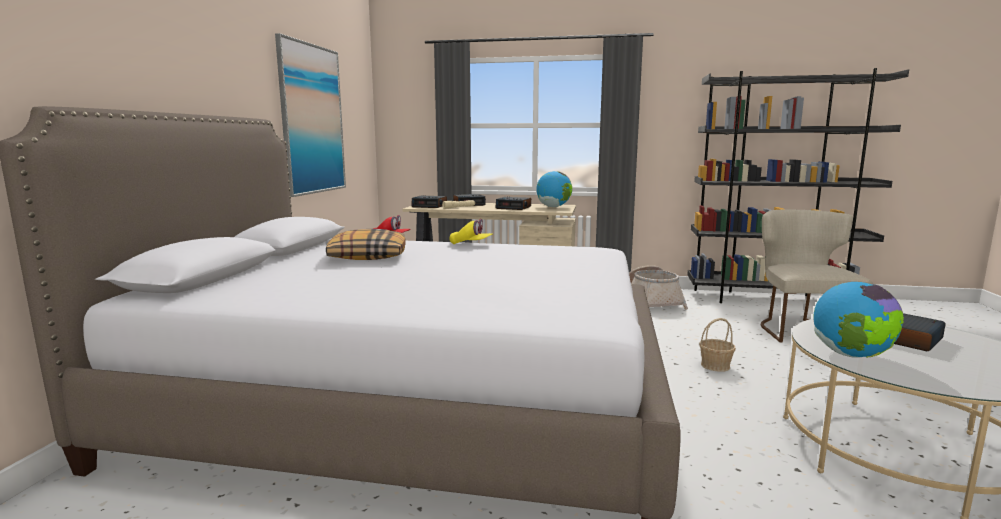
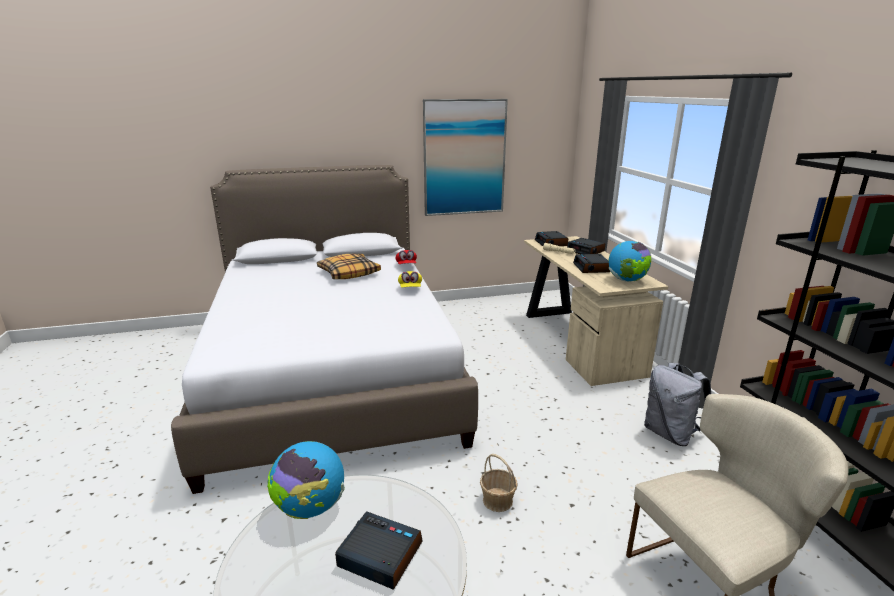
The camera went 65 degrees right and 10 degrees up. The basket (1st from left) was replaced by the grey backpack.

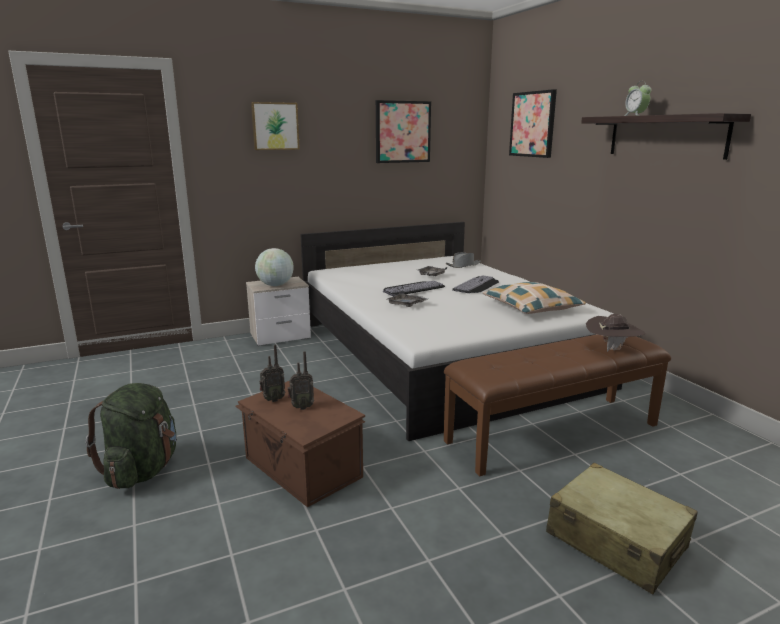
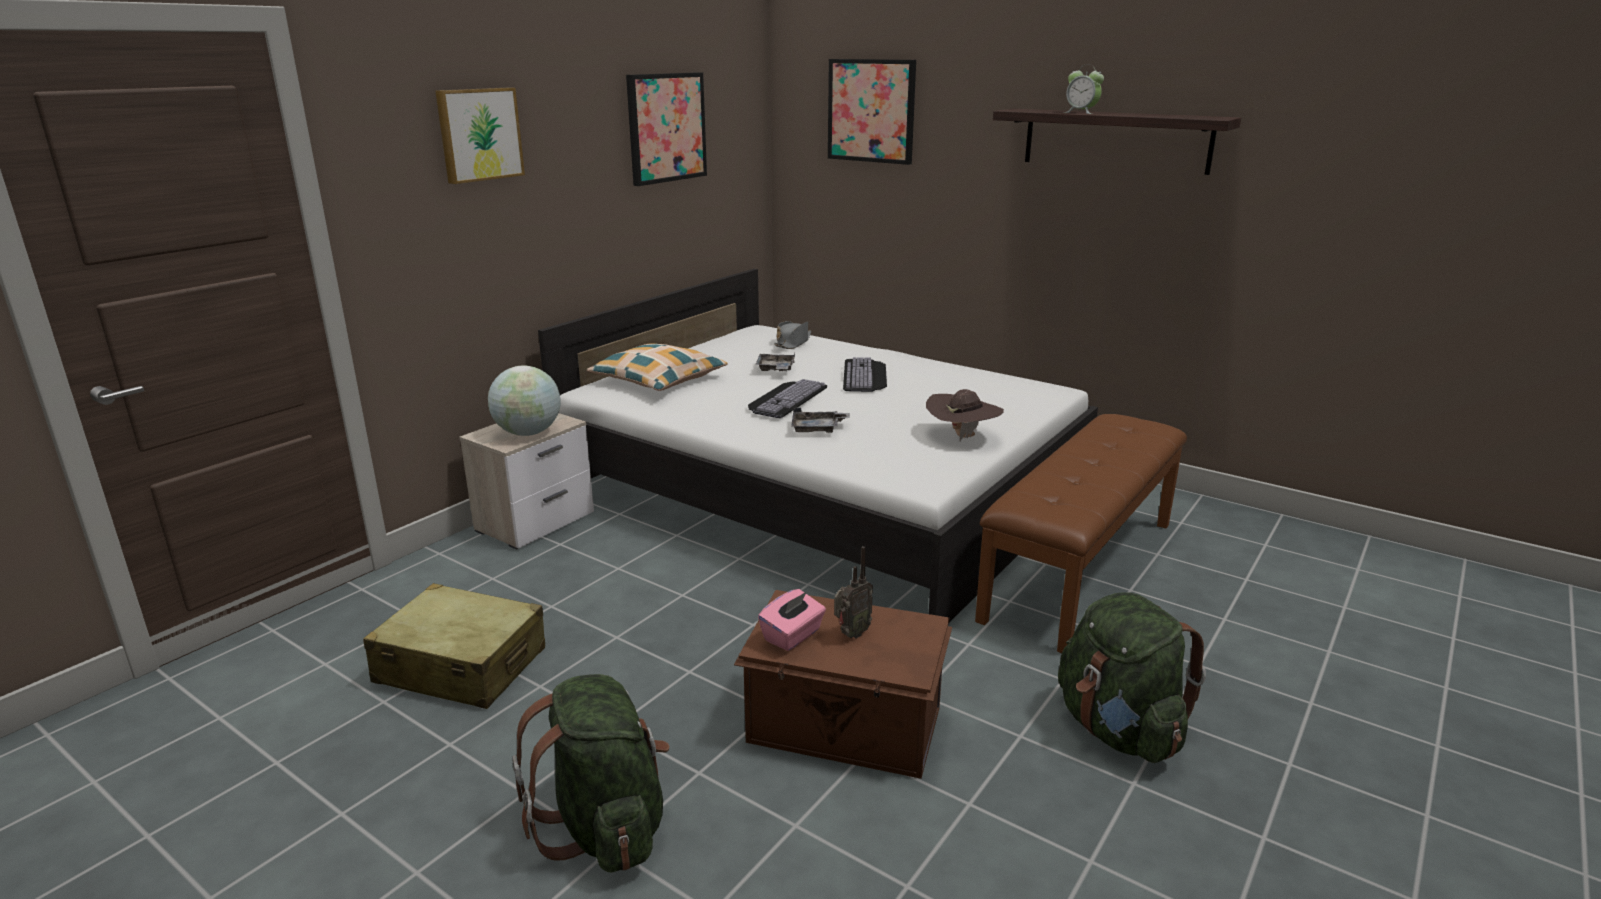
The camera went 30 degrees left and 5 degrees up. The pillow moved. The brown hat moved. The radio (1st from left) was replaced by the pink tissue box. The beige suitcase moved. The green backpack (2nd from left) appeared.

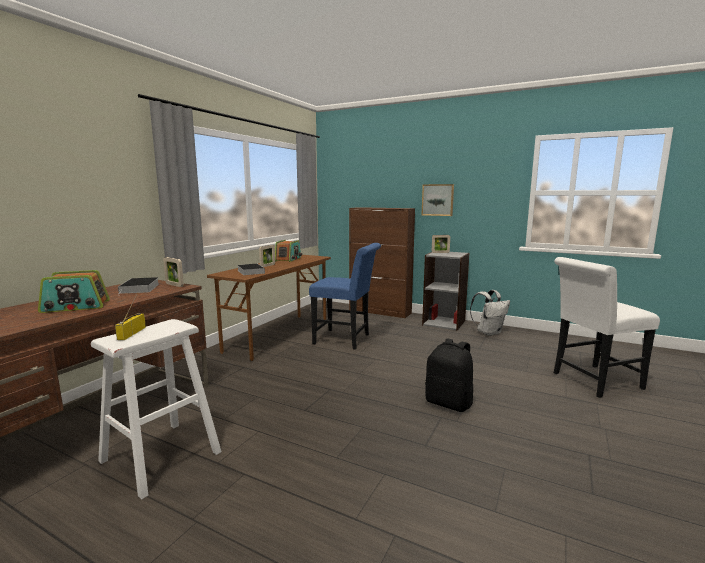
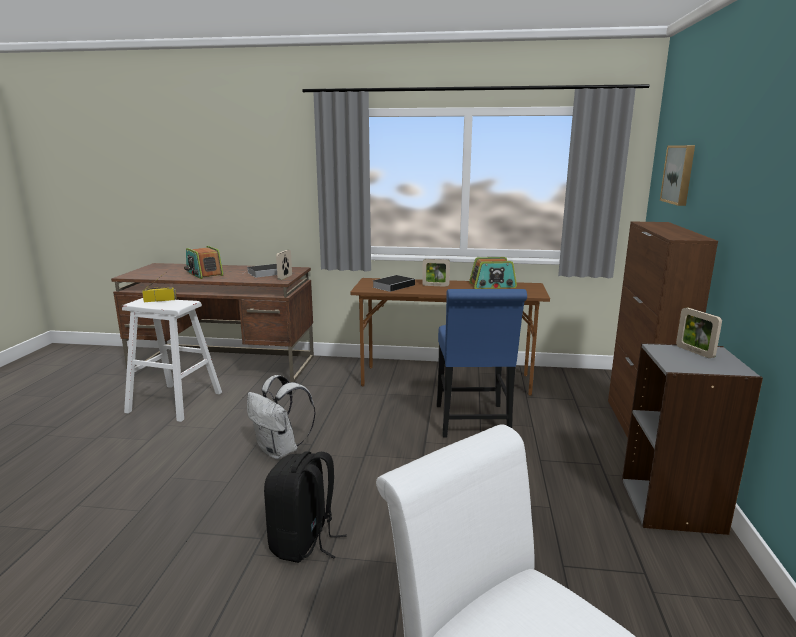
The camera went 70 degrees right and 5 degrees up. The picture moved. The white backpack moved.

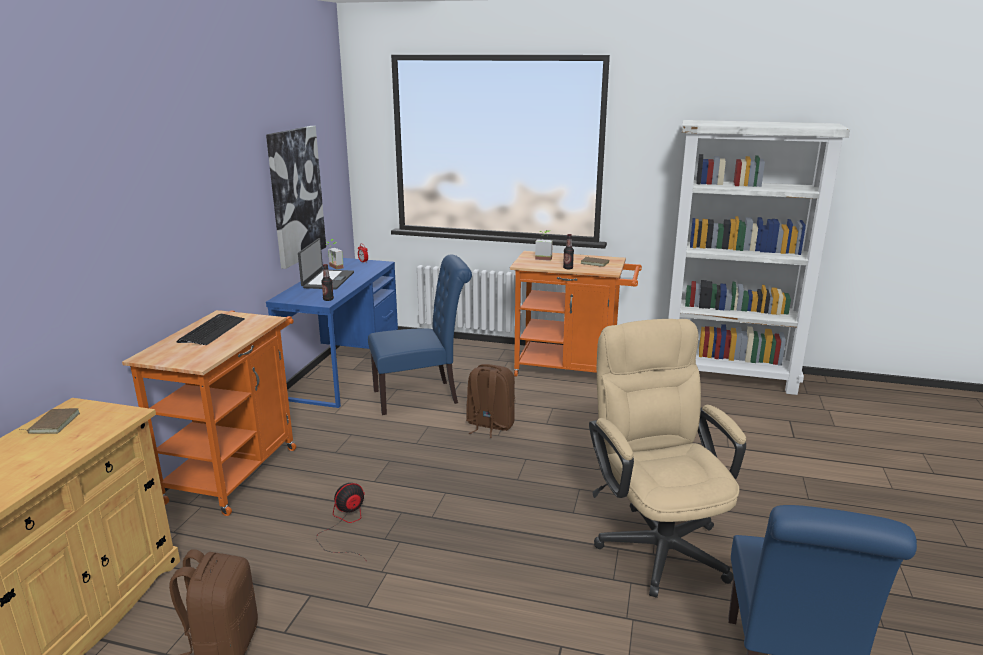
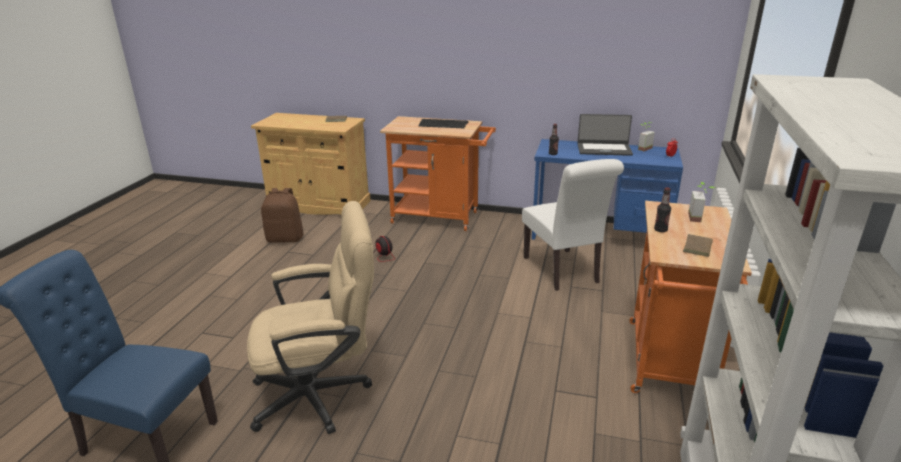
The camera went 90 degrees right and 5 degrees up. The picture disappeared. The blue chair (1st from left) became the white chair. The brown backpack (2nd from left) disappeared.

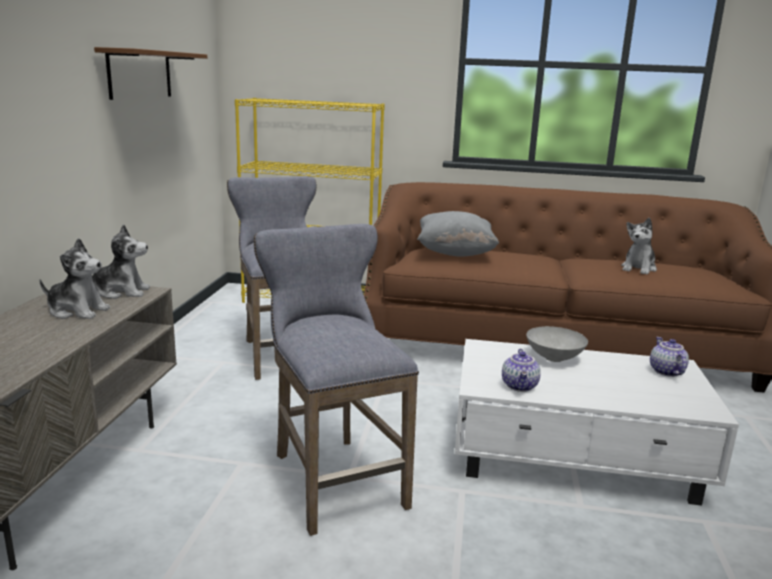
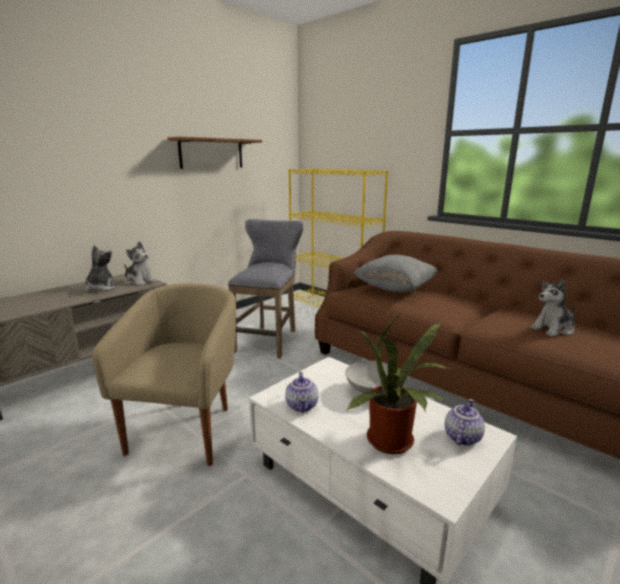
The camera went 35 degrees right and 0 degrees up. The grey stool (2nd from left) was replaced by the beige armchair. The plush toy (1st from left) turned 135 degrees counterclockwise. The teapot (1st from left) turned 45 degrees counterclockwise. The potted plant appeared.

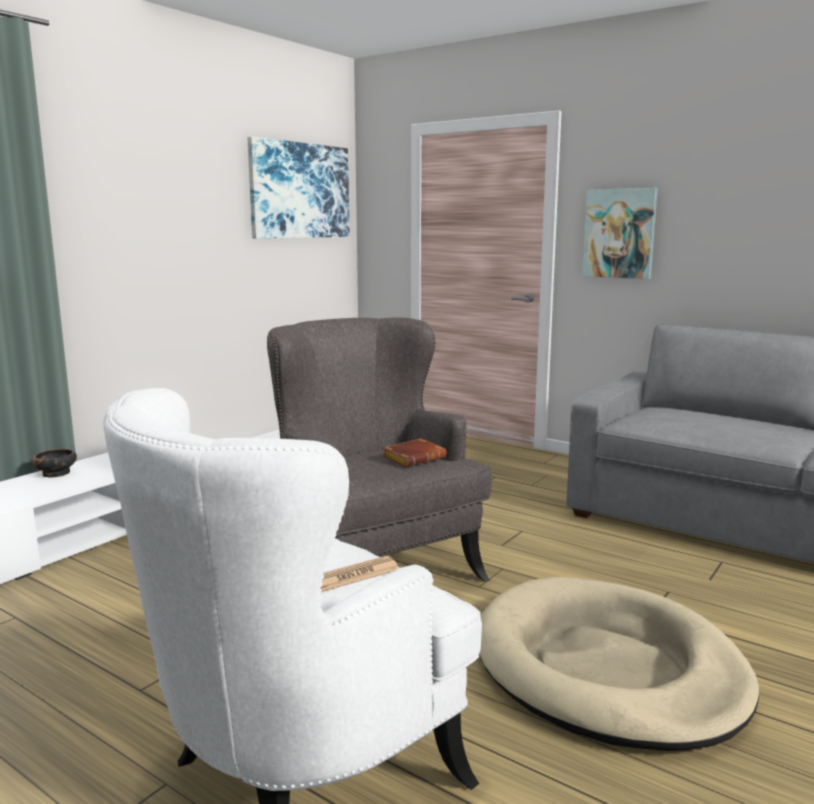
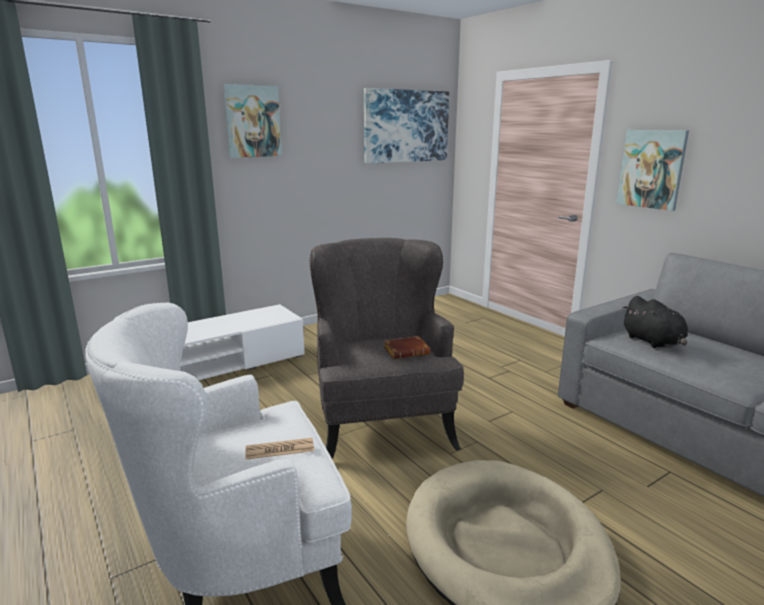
The camera went 20 degrees right and 5 degrees up. The bowl disappeared. The picture (1st from left) appeared. The black plush toy appeared.

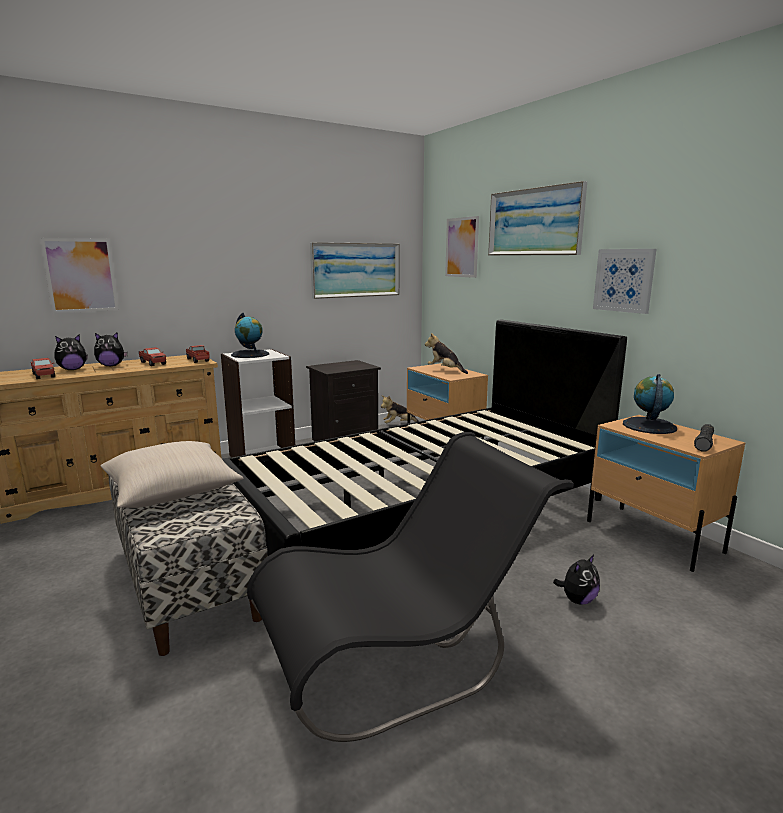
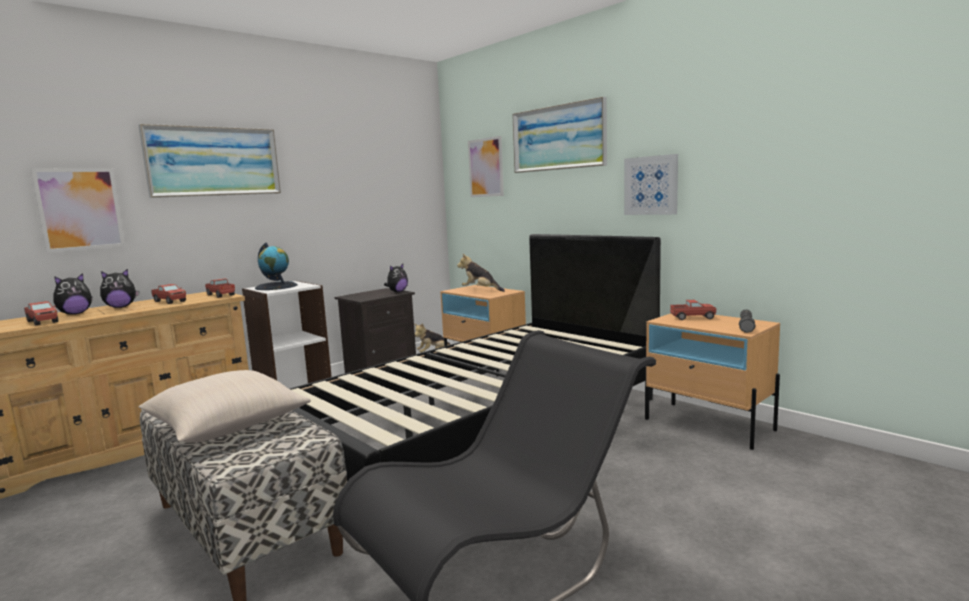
The camera went 10 degrees left and 5 degrees down. The picture (2nd from left) moved. The globe (2nd from left) was replaced by the toy truck (4th from left). The plush toy (5th from left in the first image) moved.

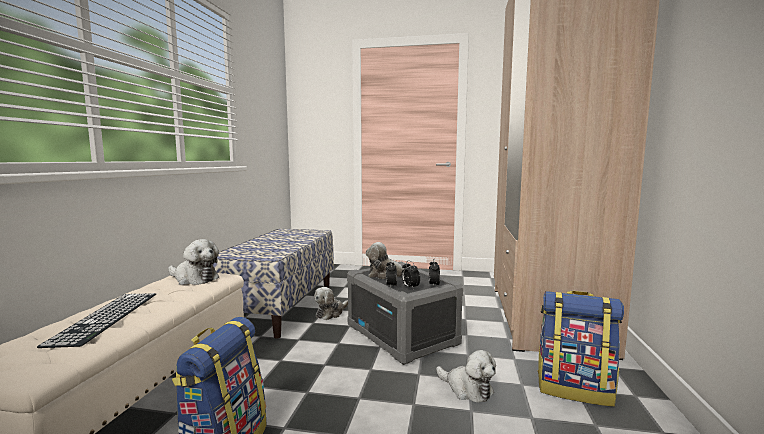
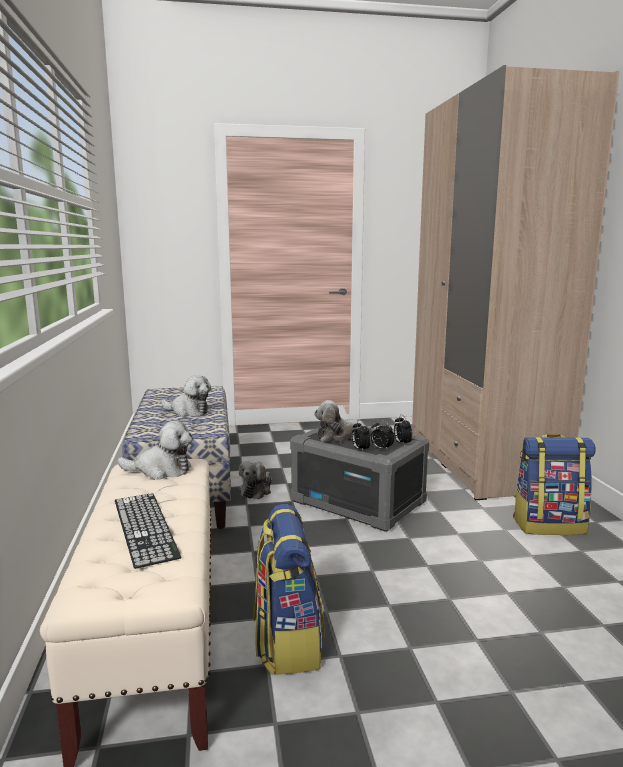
The camera went 20 degrees left and 5 degrees up. The plush toy (4th from left in the first image) moved.

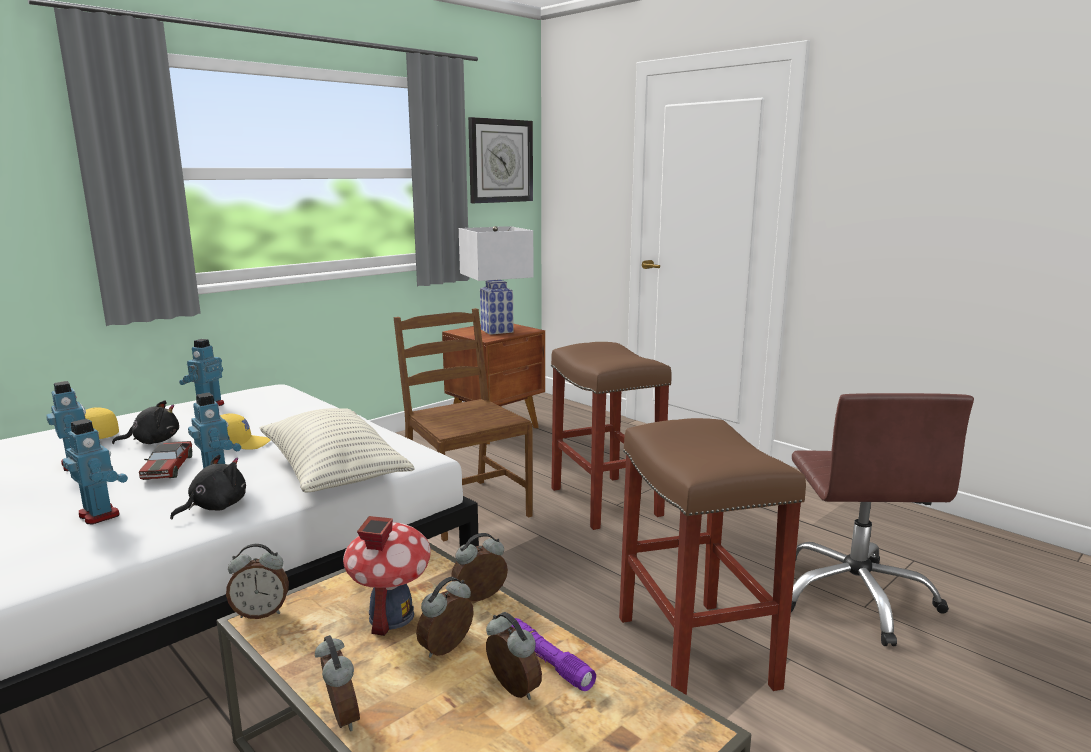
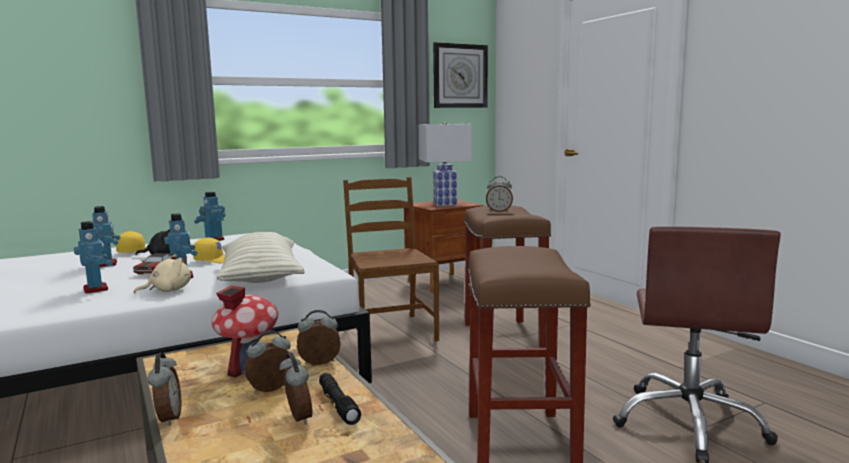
The camera went 15 degrees right and 5 degrees down. The black plush toy (2nd from left) became the beige plush toy. The alarm clock (1st from left in the first image) moved. The purple flashlight became the black flashlight.

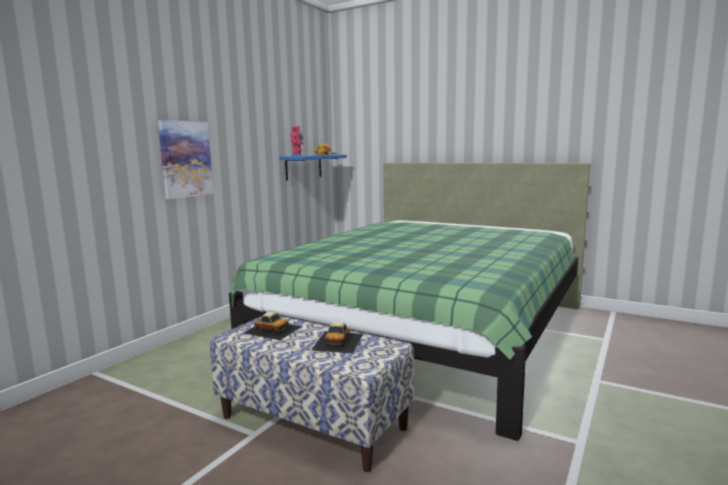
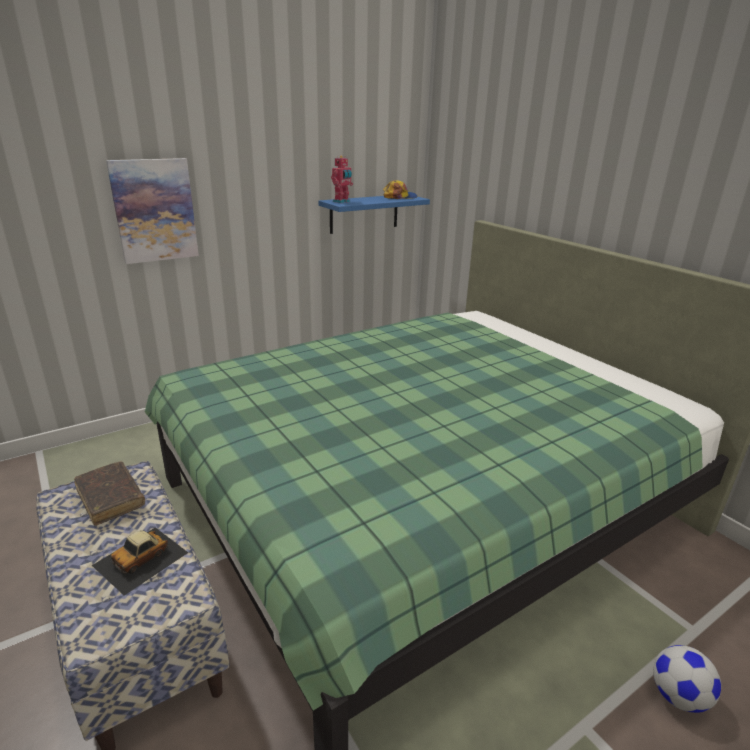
The camera went 25 degrees right and 15 degrees up. The toy car (1st from left) was replaced by the brown book. The football appeared.

